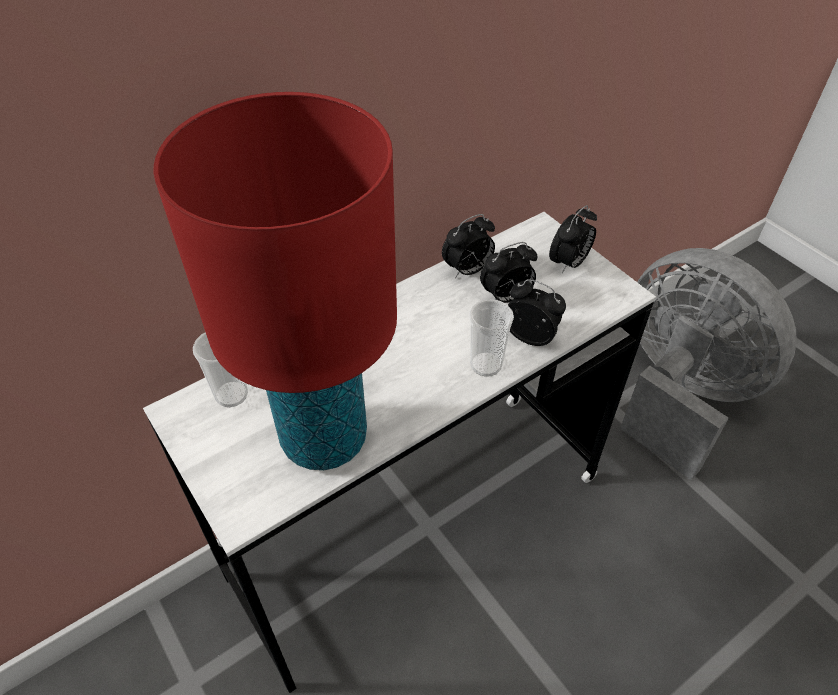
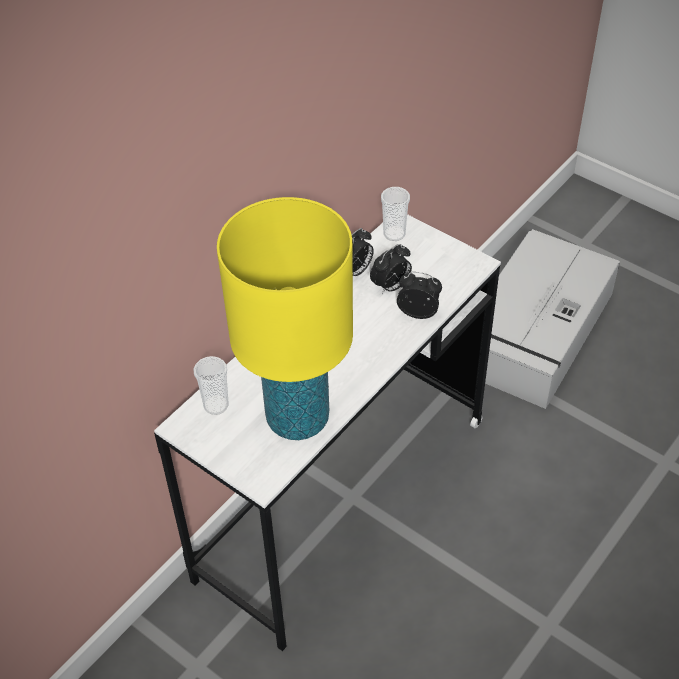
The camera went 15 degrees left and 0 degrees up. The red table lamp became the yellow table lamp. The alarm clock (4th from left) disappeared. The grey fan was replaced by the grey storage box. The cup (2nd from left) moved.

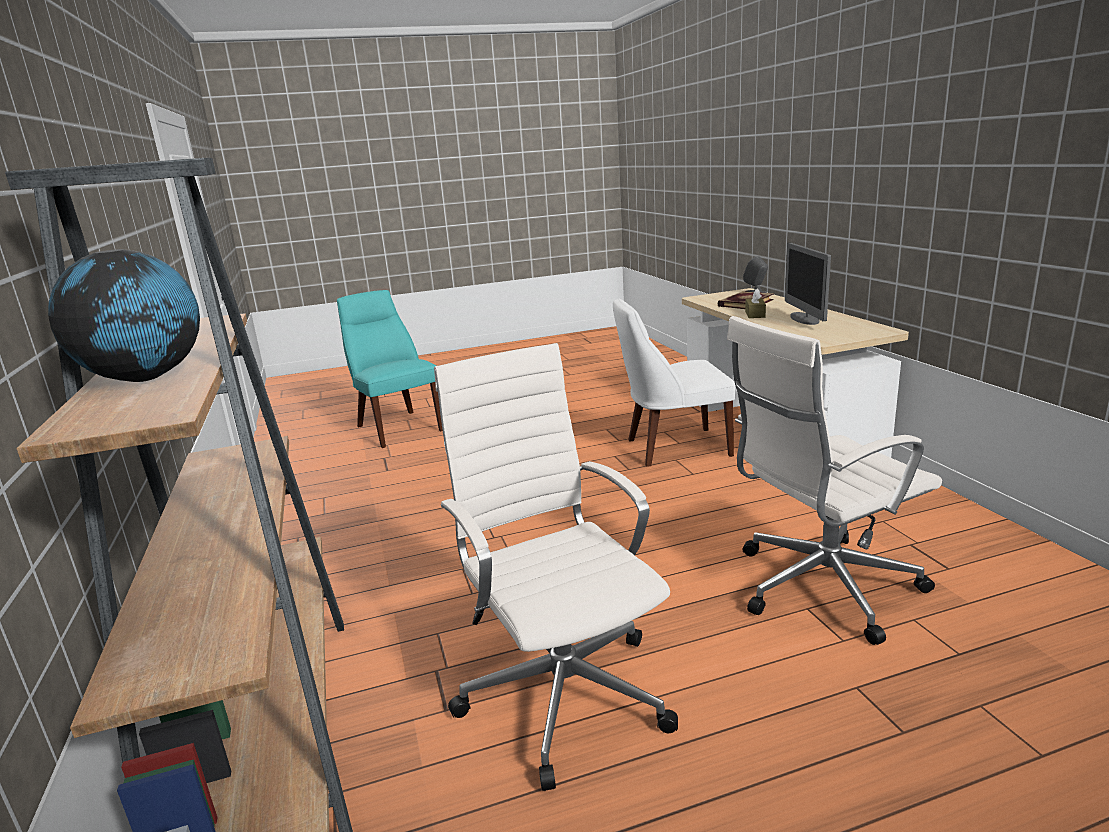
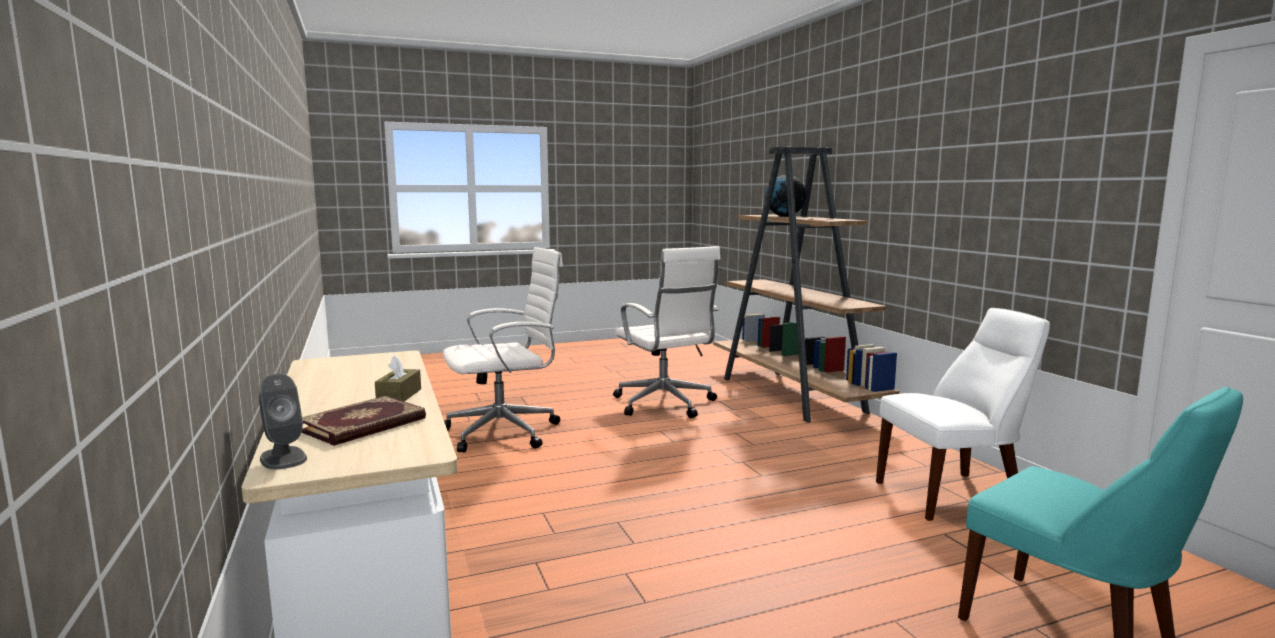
The camera went 175 degrees right and 10 degrees down. The monitor disappeared. The white chair moved.

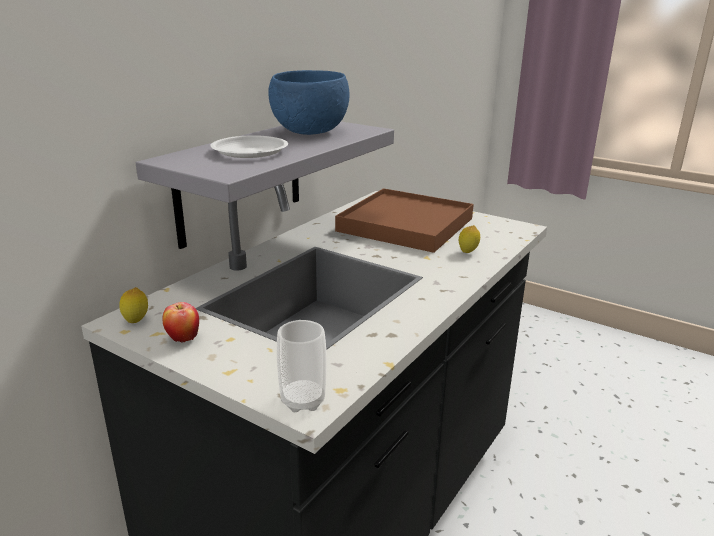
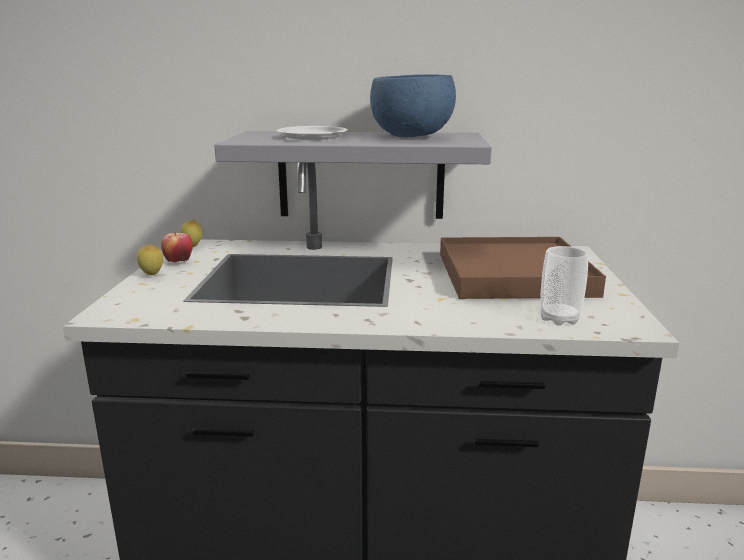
The camera went 60 degrees right and 5 degrees down. The lemon (2nd from left in the first image) moved. The cup moved.

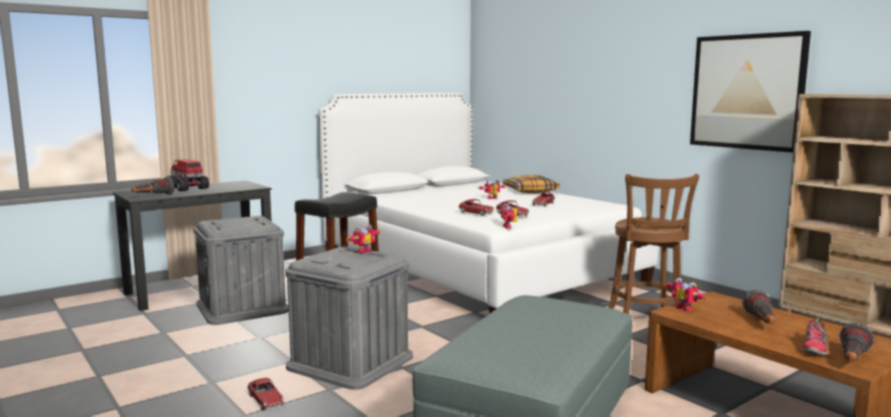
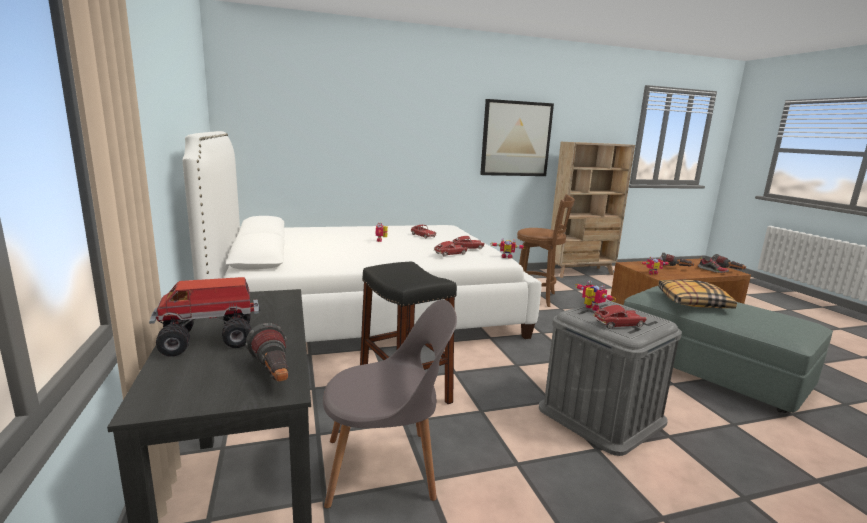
The camera went 70 degrees left and 5 degrees up. The pillow moved. The grey storage box (1st from left) was replaced by the grey chair. The toy car (1st from left in the first image) moved.

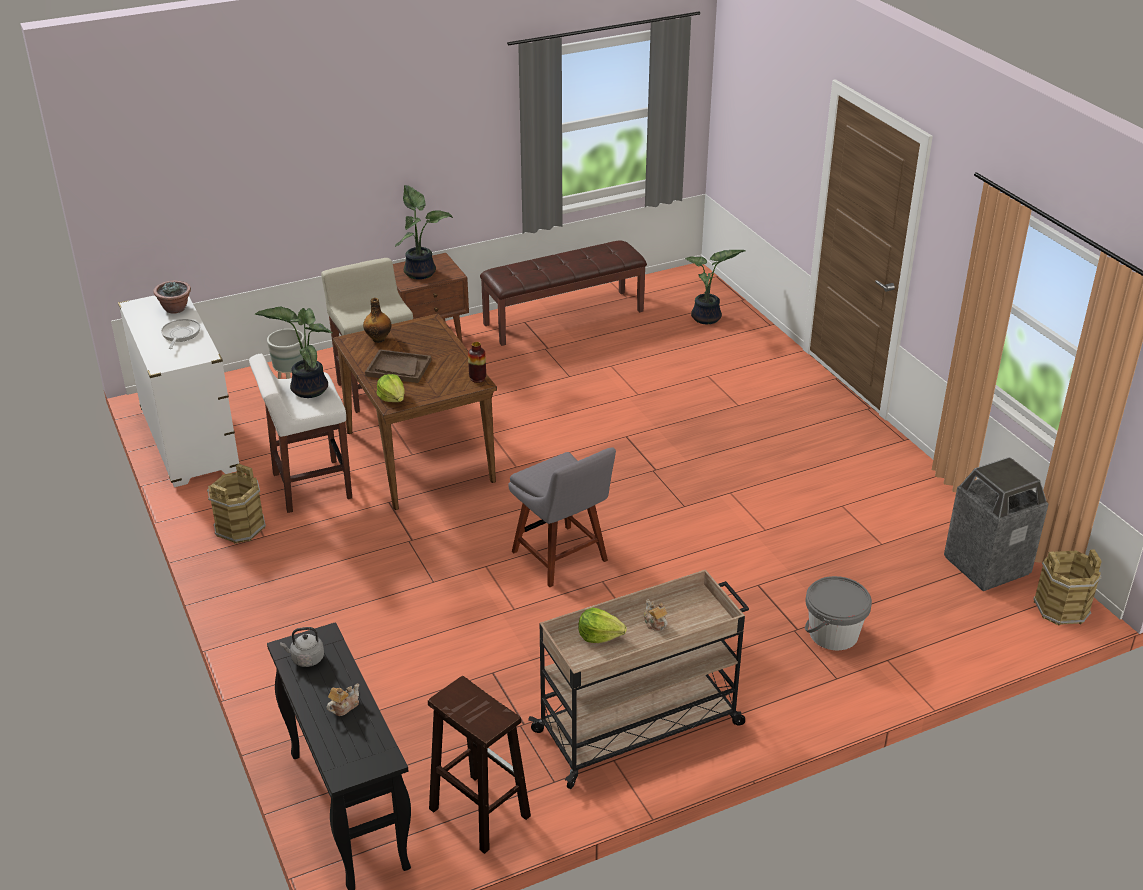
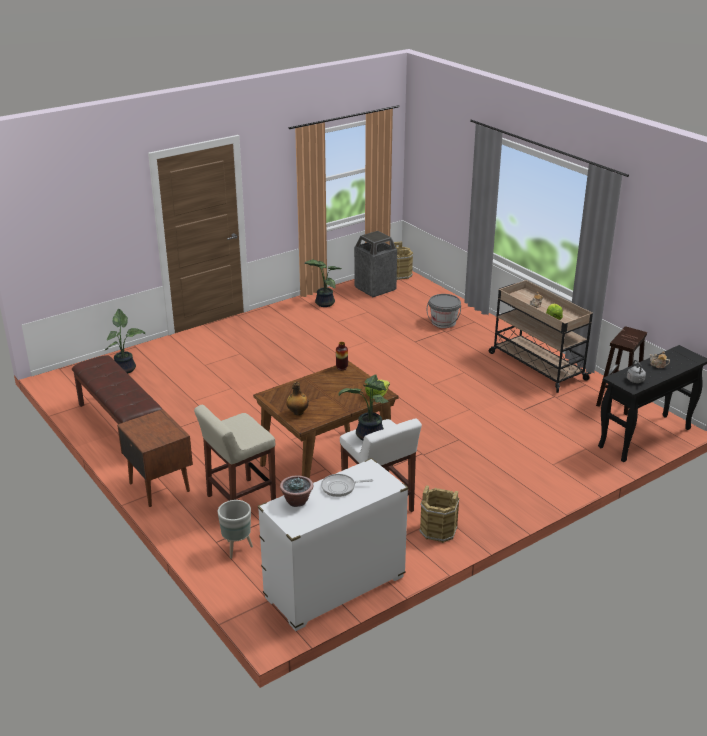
The camera went 100 degrees left and 5 degrees down. The potted plant (3rd from left) moved. The brown tray disappeared. The grey chair disappeared.

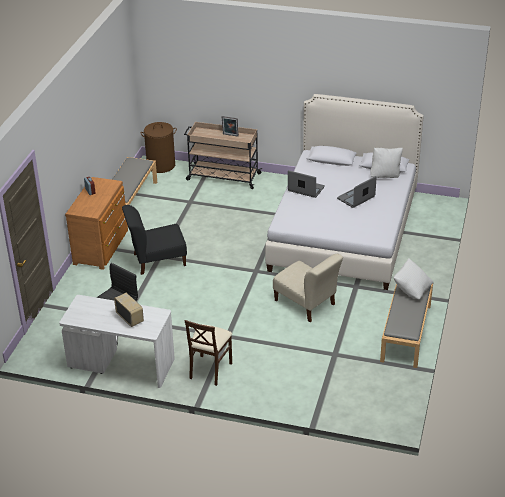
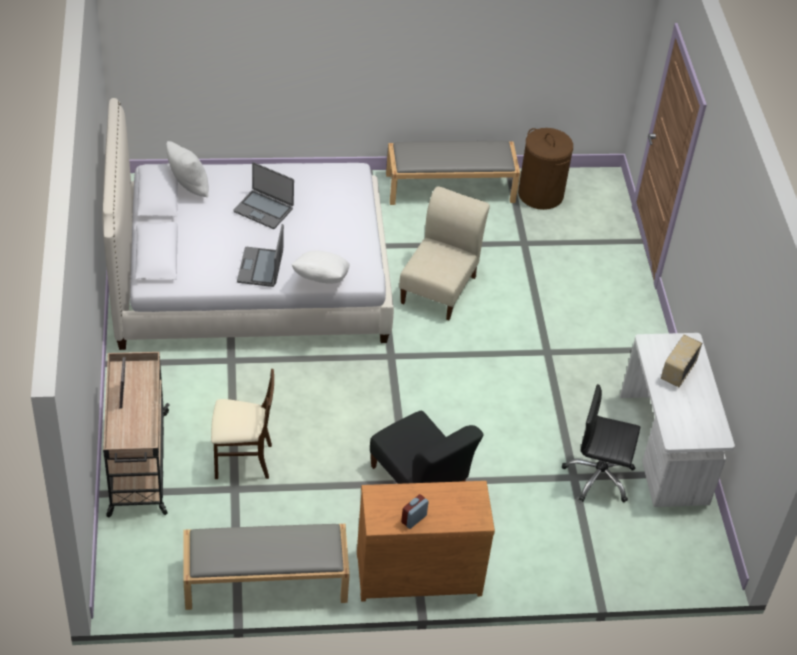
The camera went 115 degrees left and 10 degrees up. The brown laundry basket moved. The white pillow (2nd from left) moved. The beige chair (1st from left) moved.

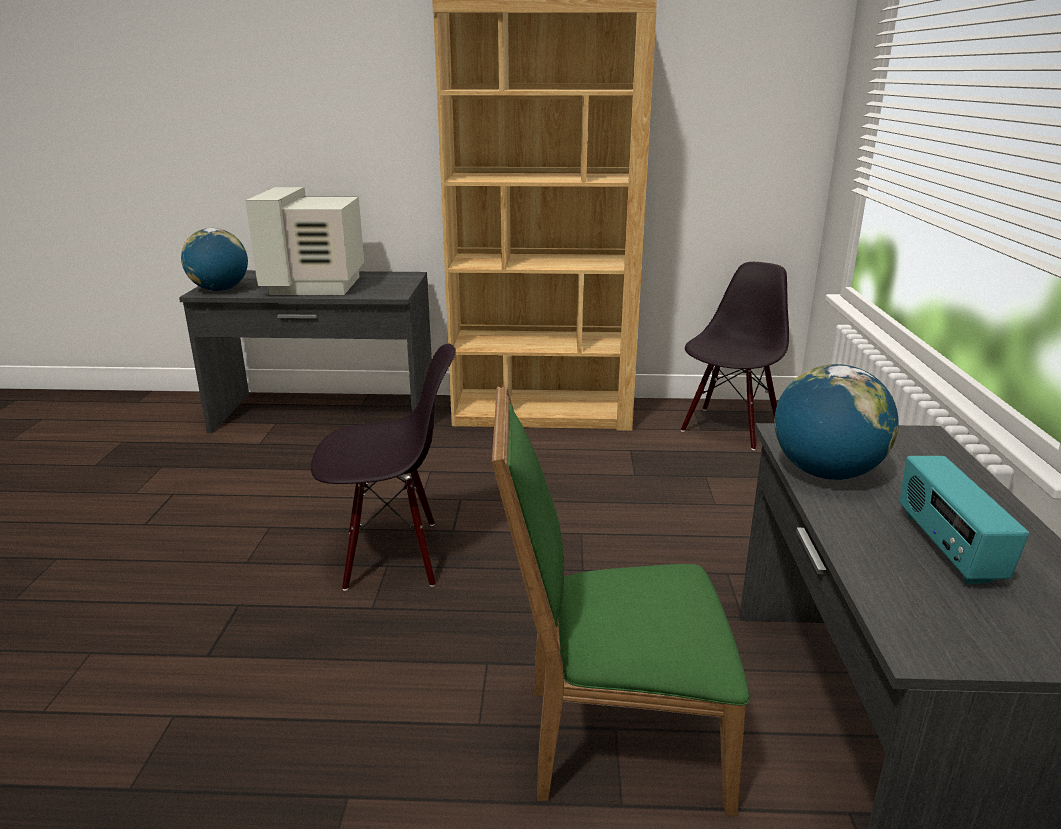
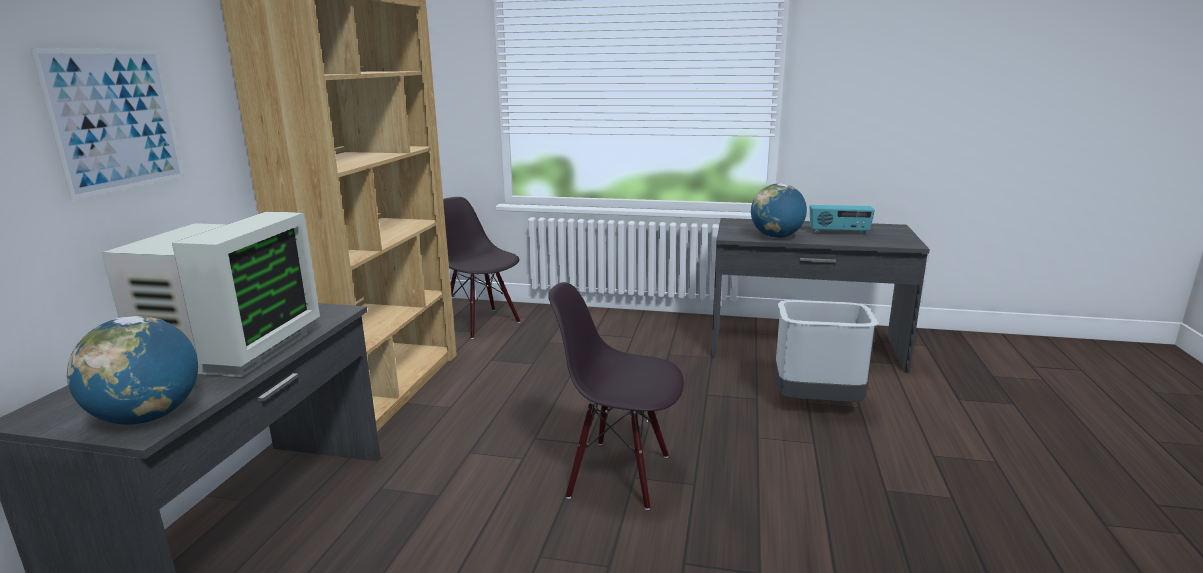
The camera went 80 degrees left and 5 degrees down. The monitor turned 90 degrees counterclockwise. The black chair (1st from left in the first image) turned 75 degrees counterclockwise. The green chair was replaced by the grey trash can. The picture appeared.

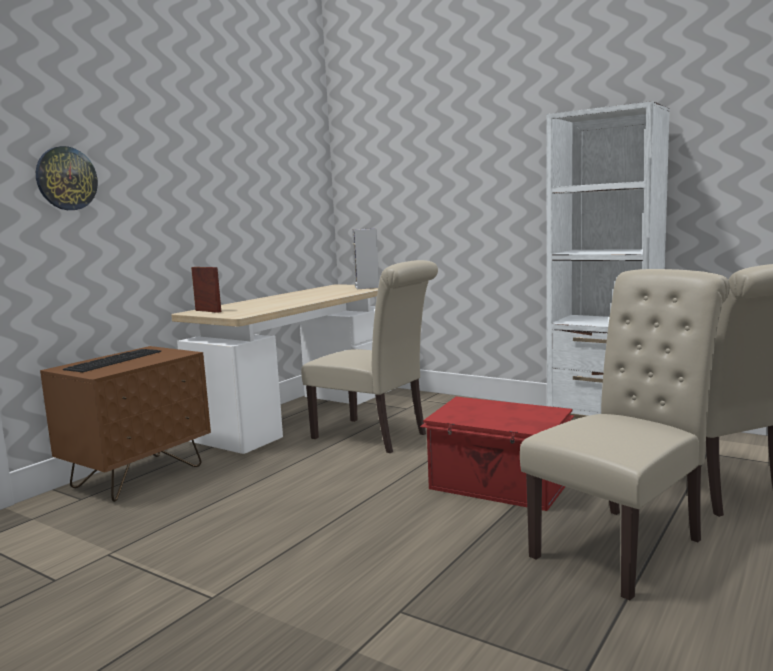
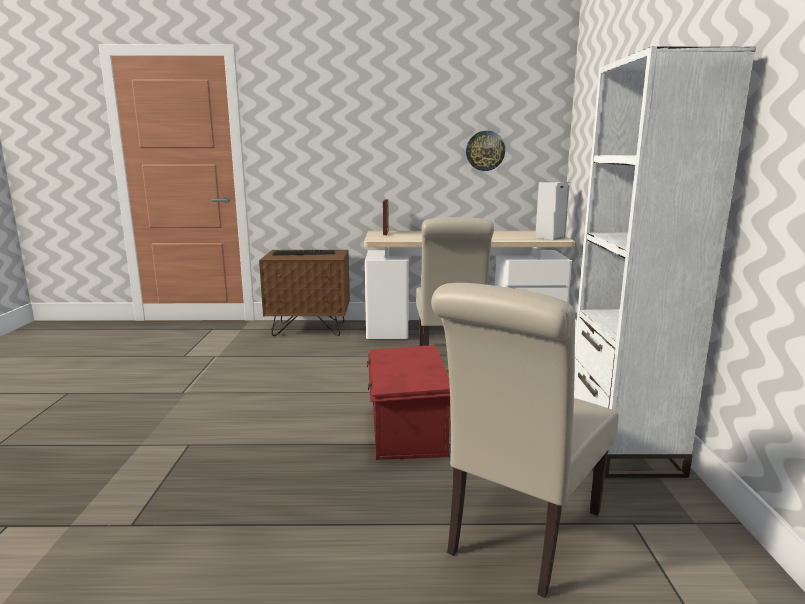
The camera went 55 degrees right and 5 degrees up. The wall clock moved. The beige chair (2nd from left) disappeared.

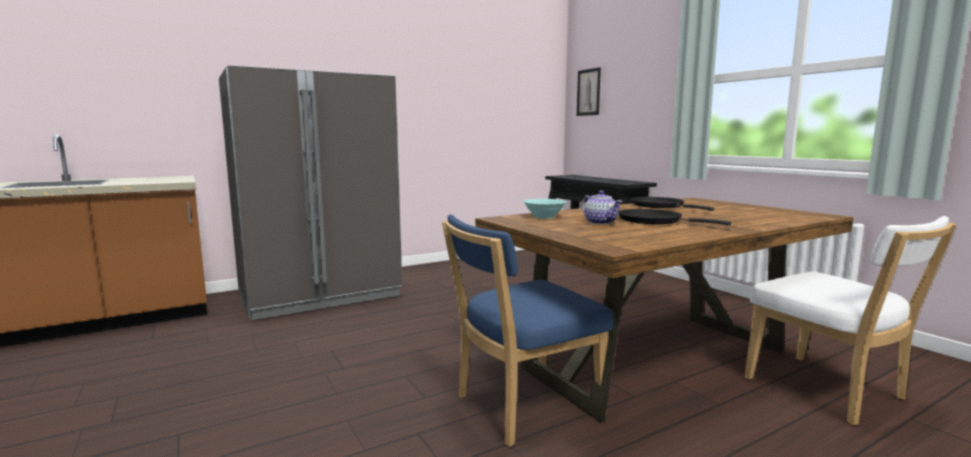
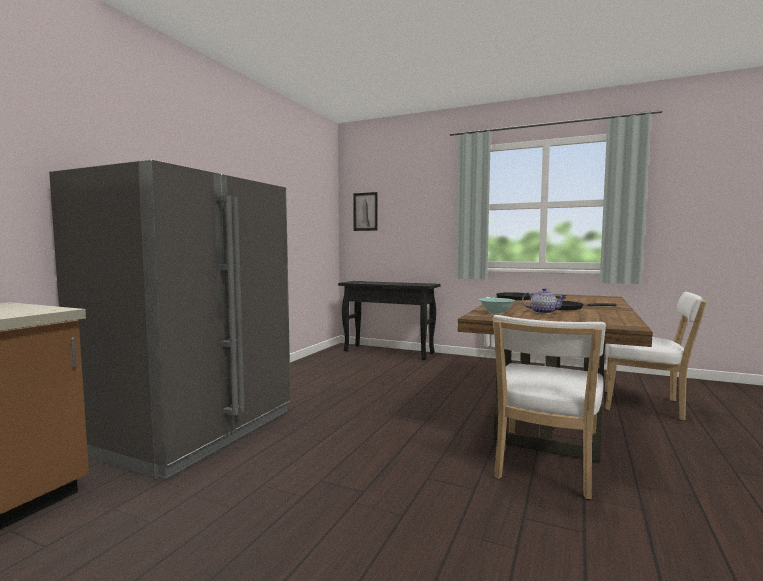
The camera went 35 degrees left and 5 degrees down. The blue chair became the white chair (1st from left).

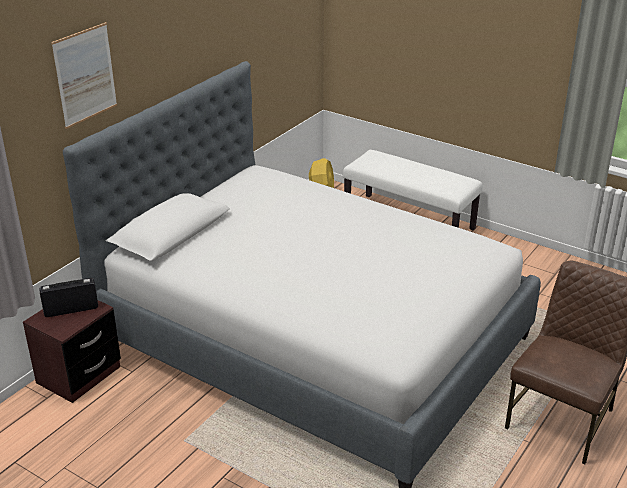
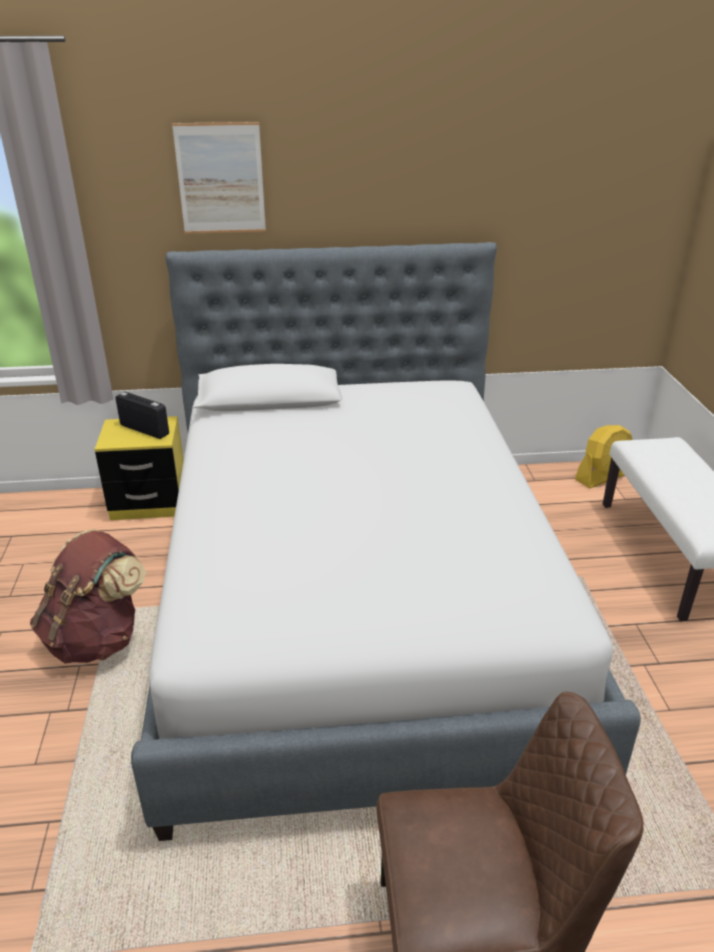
The camera went 50 degrees right and 0 degrees up. The brown nightstand became the yellow nightstand. The brown backpack appeared.

